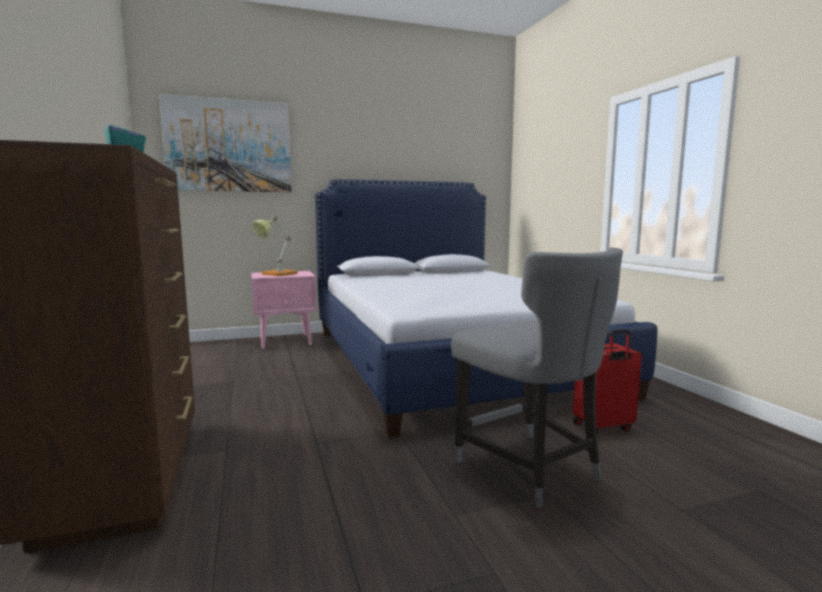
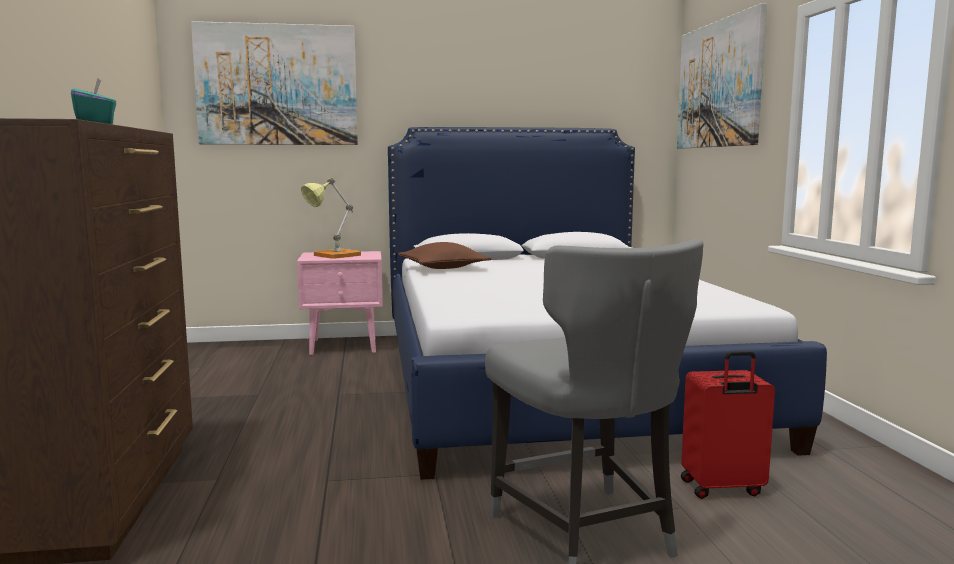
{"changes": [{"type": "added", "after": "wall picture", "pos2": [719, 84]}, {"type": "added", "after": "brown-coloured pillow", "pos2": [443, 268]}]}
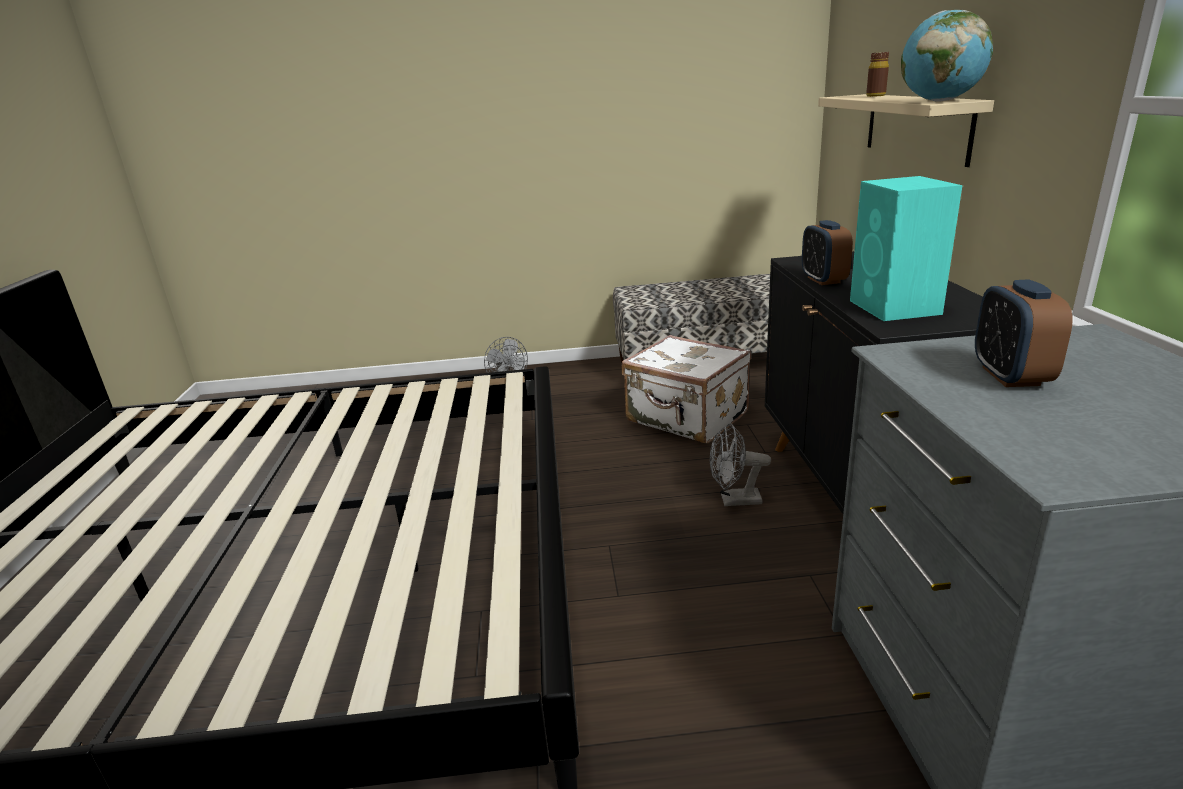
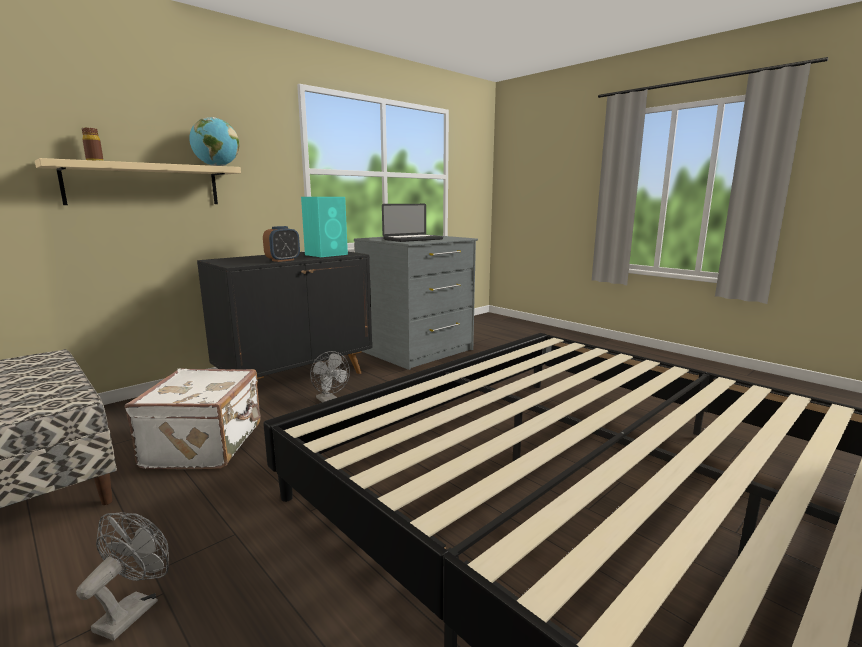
{"changes": [{"type": "replaced", "before": "table clock", "after": "laptop", "pos1": [1010, 376], "pos2": [413, 239]}]}
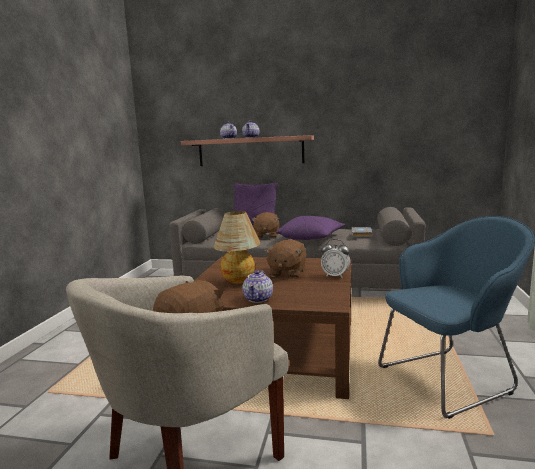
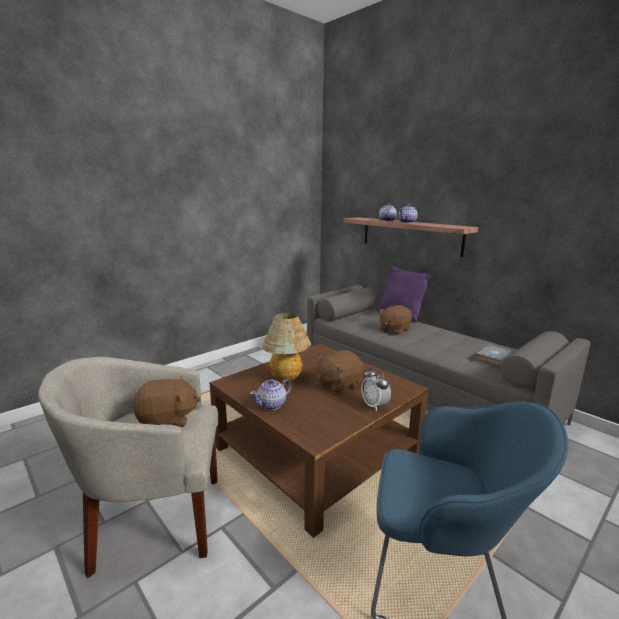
{"changes": [{"type": "removed", "before": "purple-coloured pillow", "pos1": [311, 238]}]}
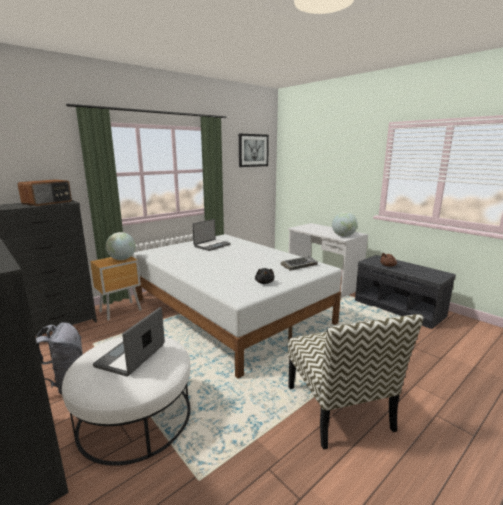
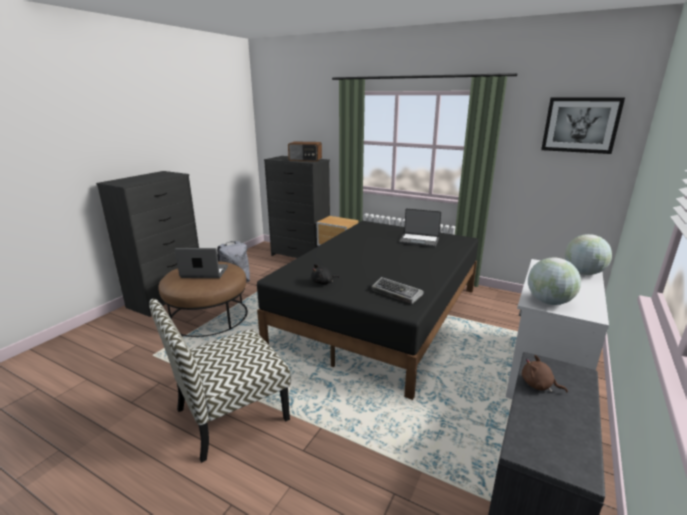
{"changes": [{"type": "moved", "before": "desk globe", "pos1": [122, 259], "pos2": [583, 273]}, {"type": "recoloured", "before": "white bedroom bed", "after": "black bedroom bed", "pos1": [230, 311], "pos2": [380, 315]}, {"type": "recoloured", "before": "white footrest", "after": "brown-coloured footrest", "pos1": [135, 416], "pos2": [208, 316]}]}
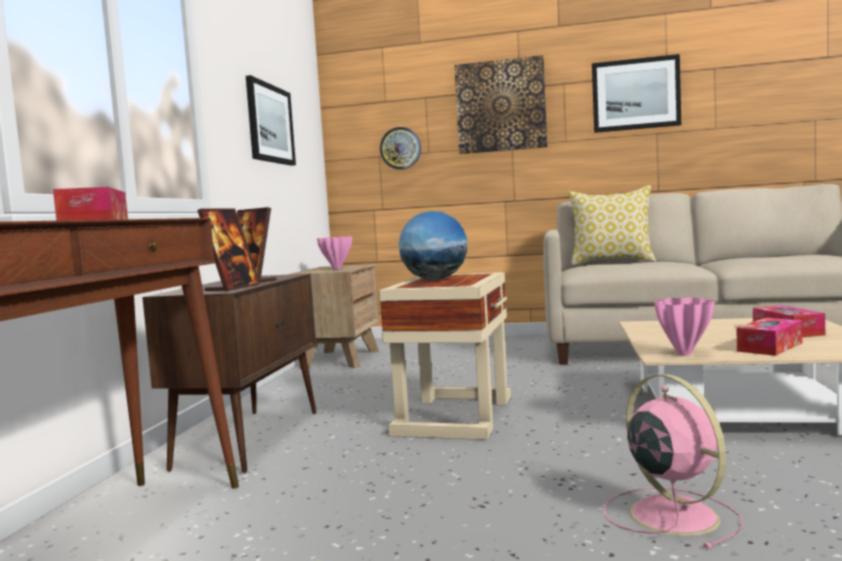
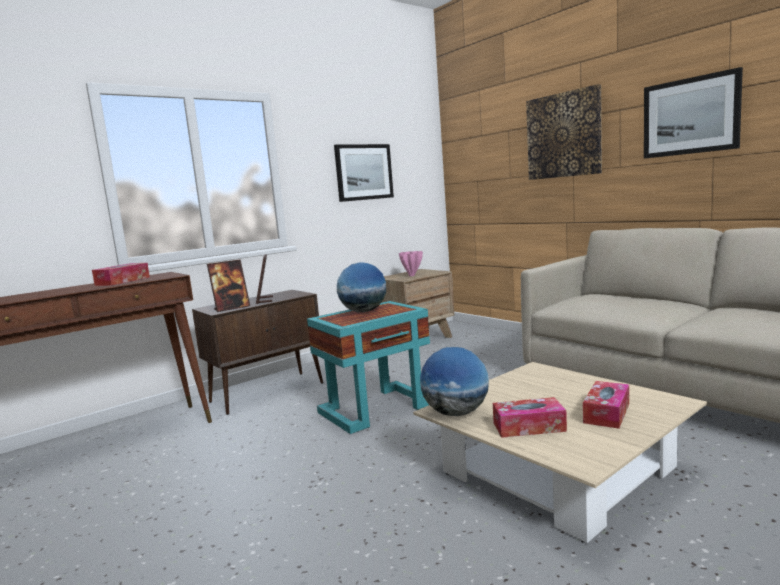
{"changes": [{"type": "removed", "before": "wall clock", "pos1": [400, 148]}, {"type": "removed", "before": "pillow", "pos1": [612, 262]}, {"type": "recoloured", "before": "beige side table", "after": "turquoise-coloured side table", "pos1": [455, 414], "pos2": [377, 408]}, {"type": "replaced", "before": "pink-coloured vase", "after": "desk globe", "pos1": [685, 354], "pos2": [456, 413]}, {"type": "removed", "before": "pink-coloured cooling fan", "pos1": [670, 514]}]}
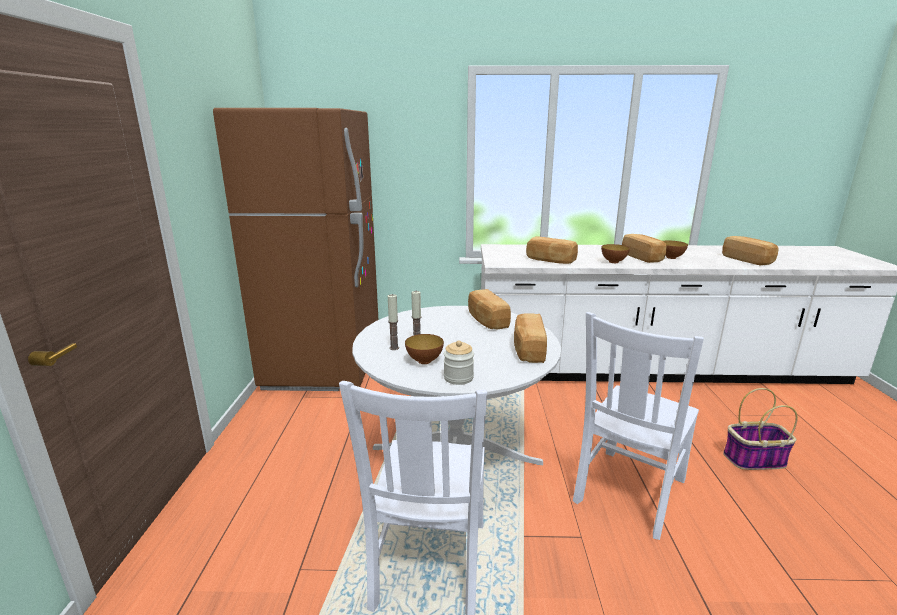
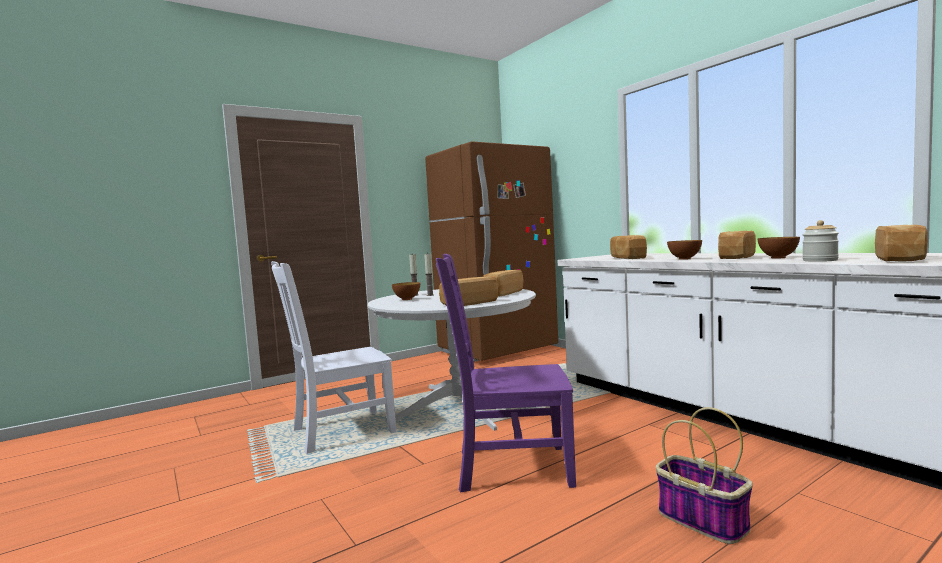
{"changes": [{"type": "recoloured", "before": "white upright chair", "after": "purple-coloured upright chair", "pos1": [628, 493], "pos2": [509, 467]}, {"type": "moved", "before": "jar", "pos1": [458, 378], "pos2": [820, 260]}]}
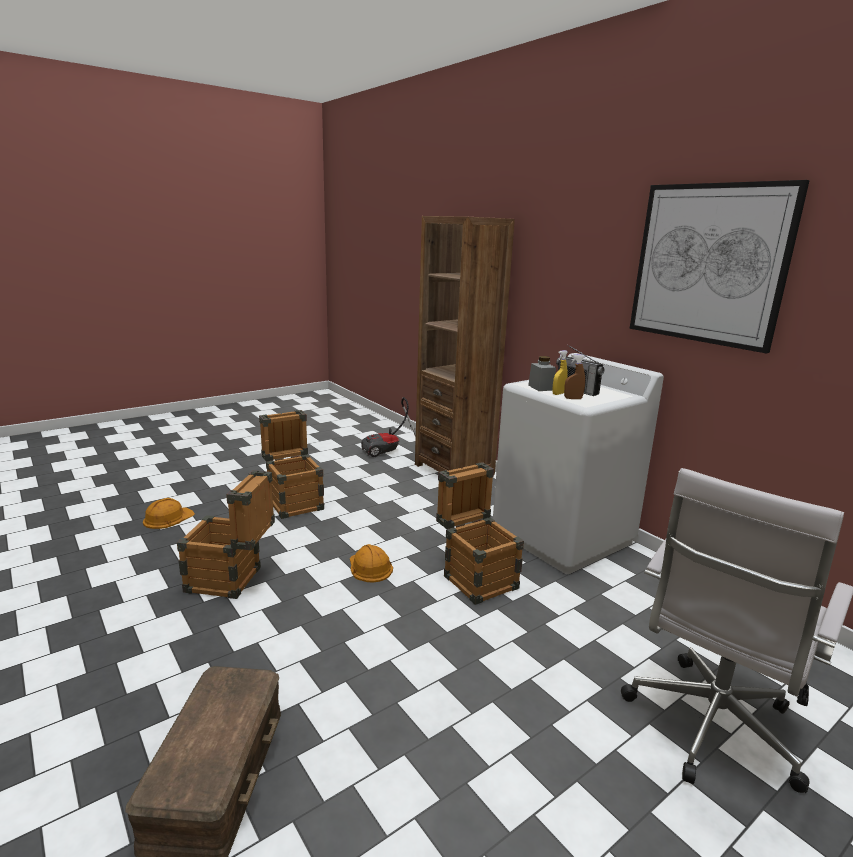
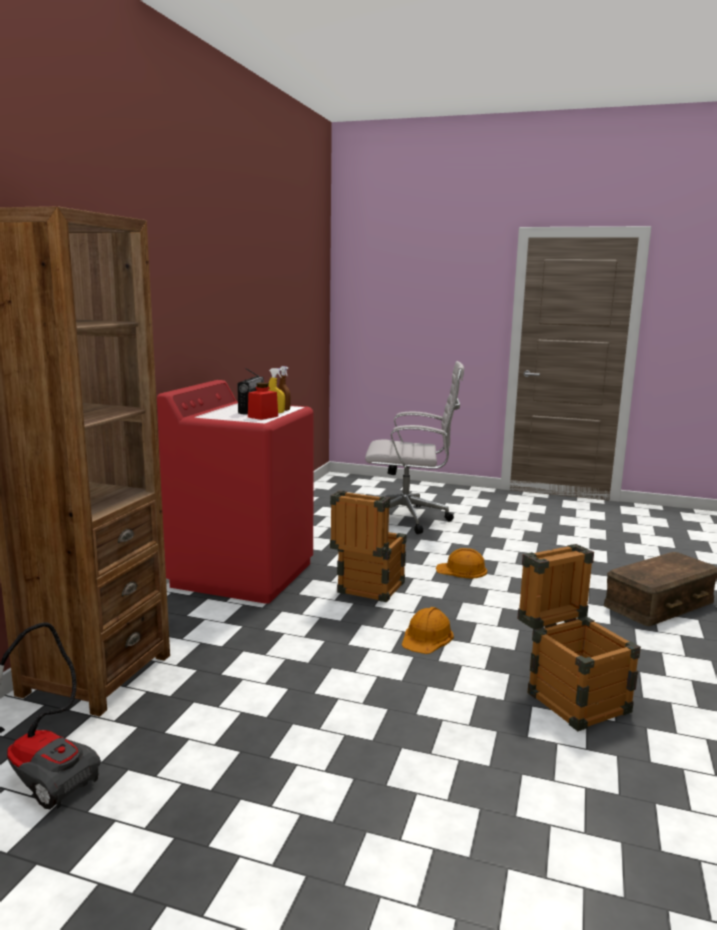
{"changes": [{"type": "removed", "before": "wall picture", "pos1": [708, 264]}, {"type": "recoloured", "before": "white laundry appliance", "after": "red laundry appliance", "pos1": [562, 537], "pos2": [243, 574]}, {"type": "recoloured", "before": "greyish jar", "after": "red jar", "pos1": [541, 387], "pos2": [263, 417]}, {"type": "removed", "before": "packing crate", "pos1": [294, 502]}, {"type": "moved", "before": "orange hard hat", "pos1": [168, 518], "pos2": [462, 570]}]}
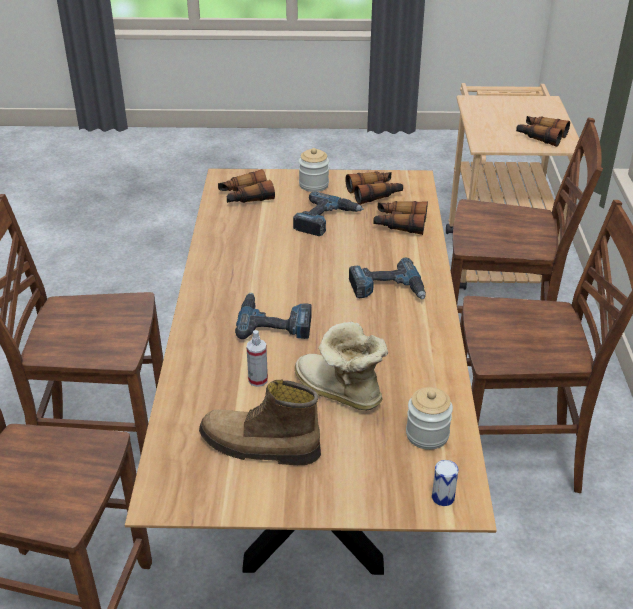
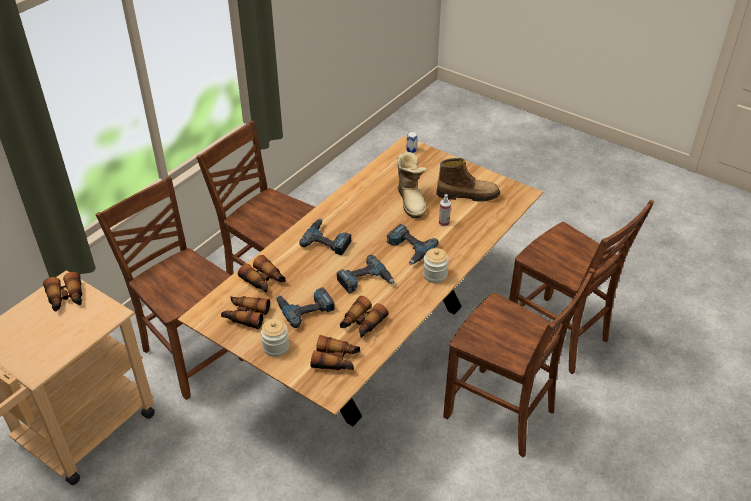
{"changes": [{"type": "turned", "before": "boot", "pos1": [259, 447], "pos2": [467, 195], "turn": -45}, {"type": "moved", "before": "jar", "pos1": [427, 435], "pos2": [435, 275]}, {"type": "added", "after": "power drill", "pos2": [365, 281]}, {"type": "added", "after": "pair of binoculars", "pos2": [362, 324]}]}
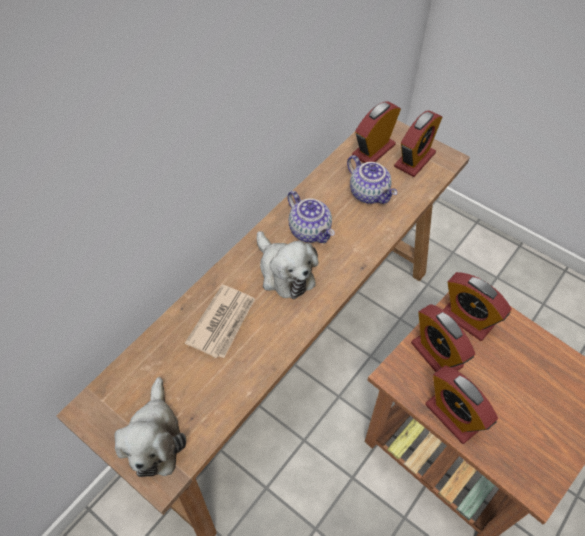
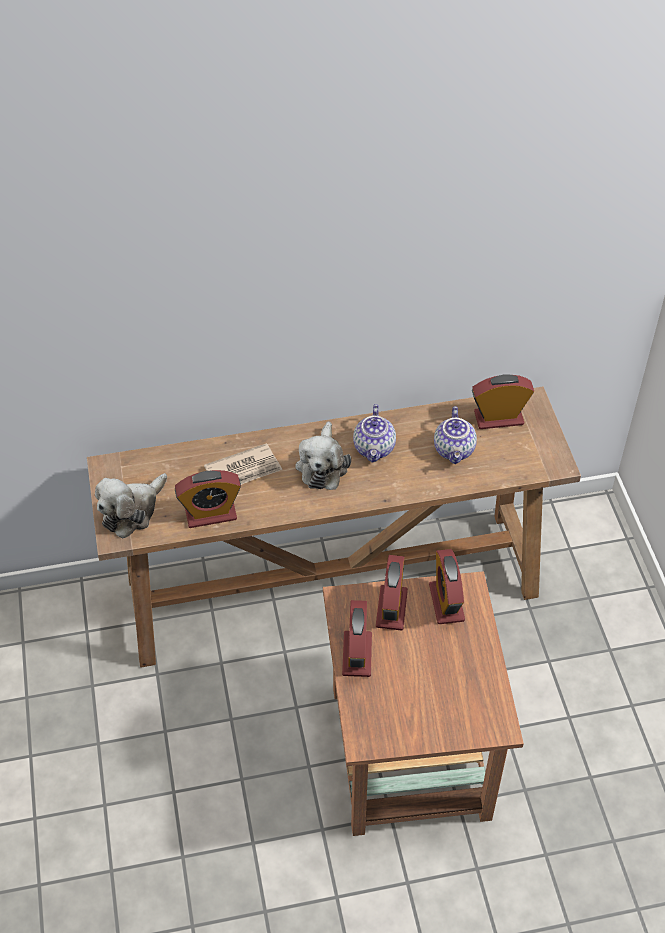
{"changes": [{"type": "moved", "before": "table clock", "pos1": [414, 160], "pos2": [211, 514]}]}
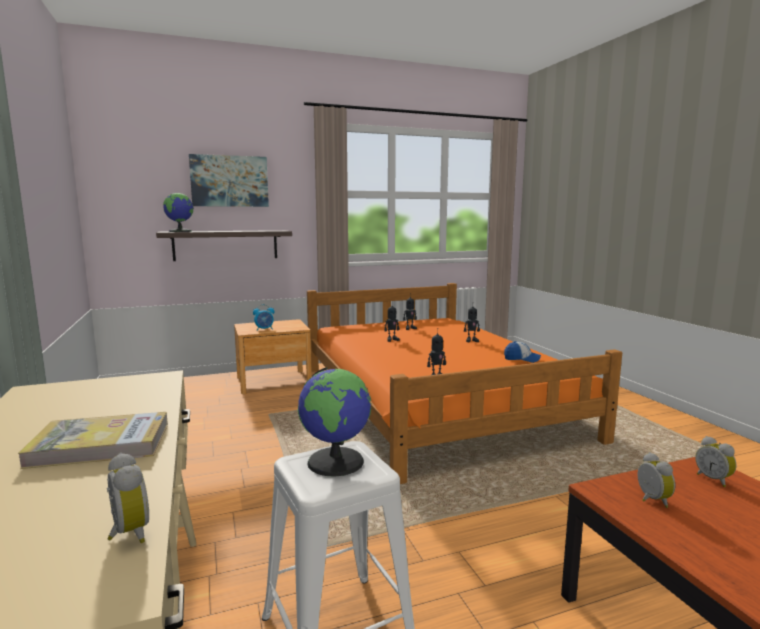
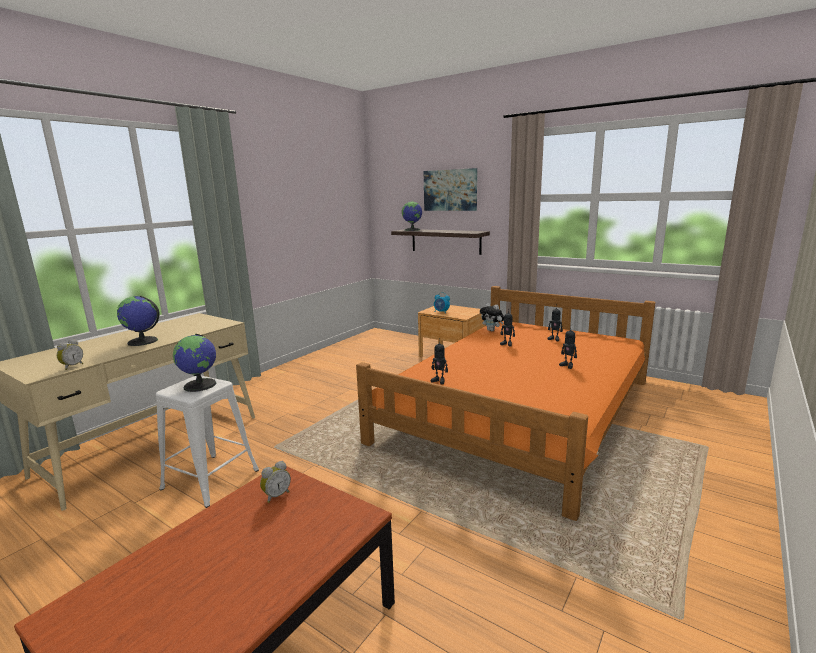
{"changes": [{"type": "removed", "before": "baseball cap", "pos1": [522, 359]}, {"type": "replaced", "before": "book", "after": "desk globe", "pos1": [101, 444], "pos2": [142, 341]}, {"type": "removed", "before": "table clock", "pos1": [714, 479]}, {"type": "added", "after": "cuddly toy", "pos2": [492, 330]}]}
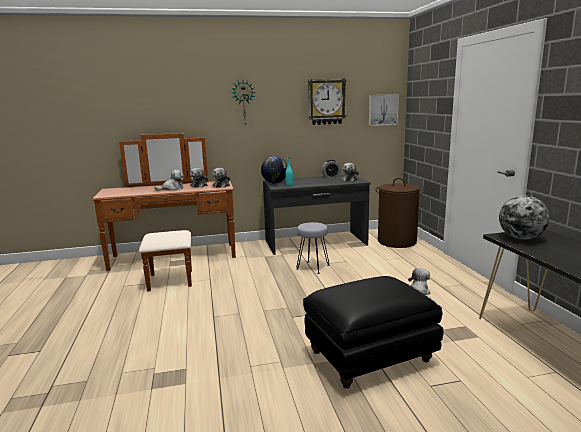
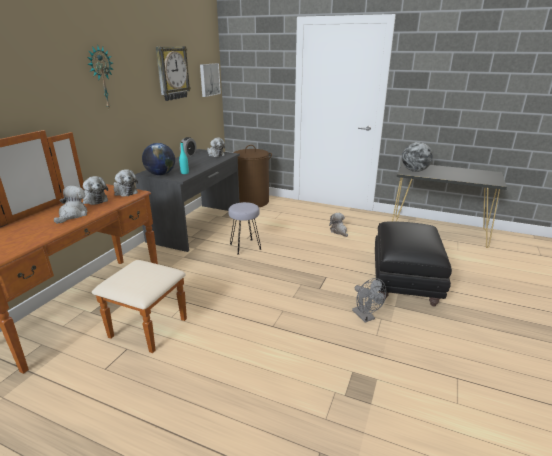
{"changes": [{"type": "added", "after": "greyish cooling fan", "pos2": [366, 317]}]}
